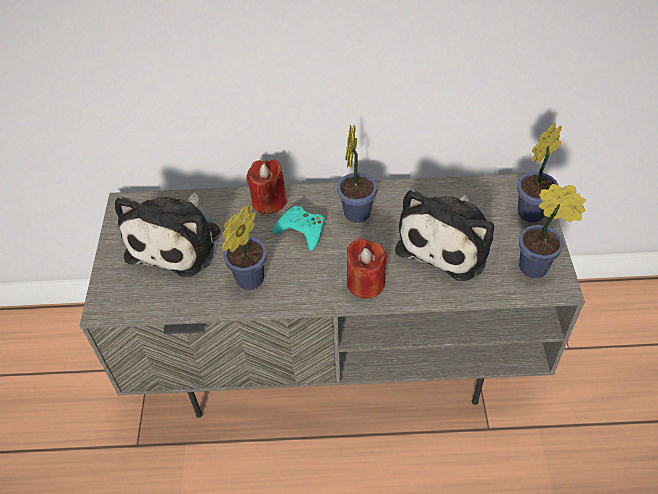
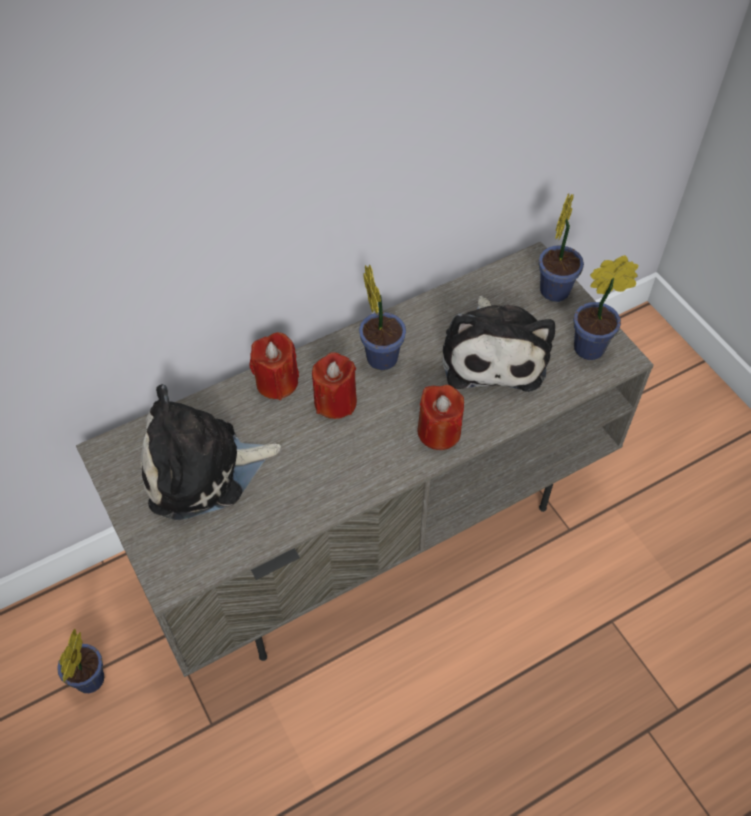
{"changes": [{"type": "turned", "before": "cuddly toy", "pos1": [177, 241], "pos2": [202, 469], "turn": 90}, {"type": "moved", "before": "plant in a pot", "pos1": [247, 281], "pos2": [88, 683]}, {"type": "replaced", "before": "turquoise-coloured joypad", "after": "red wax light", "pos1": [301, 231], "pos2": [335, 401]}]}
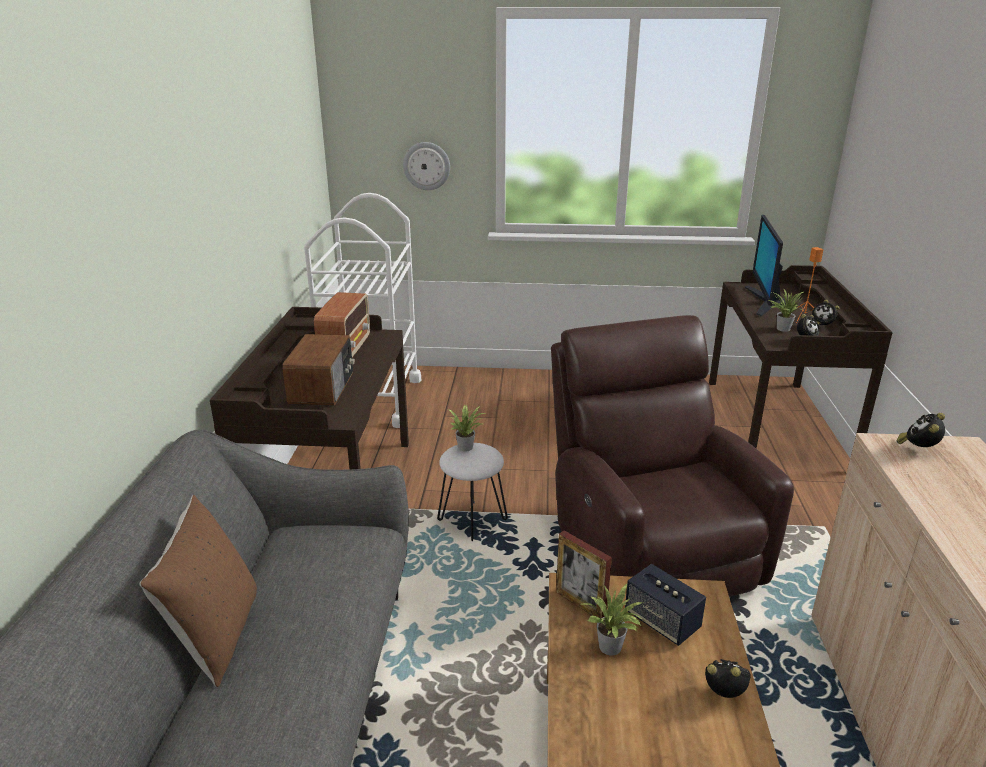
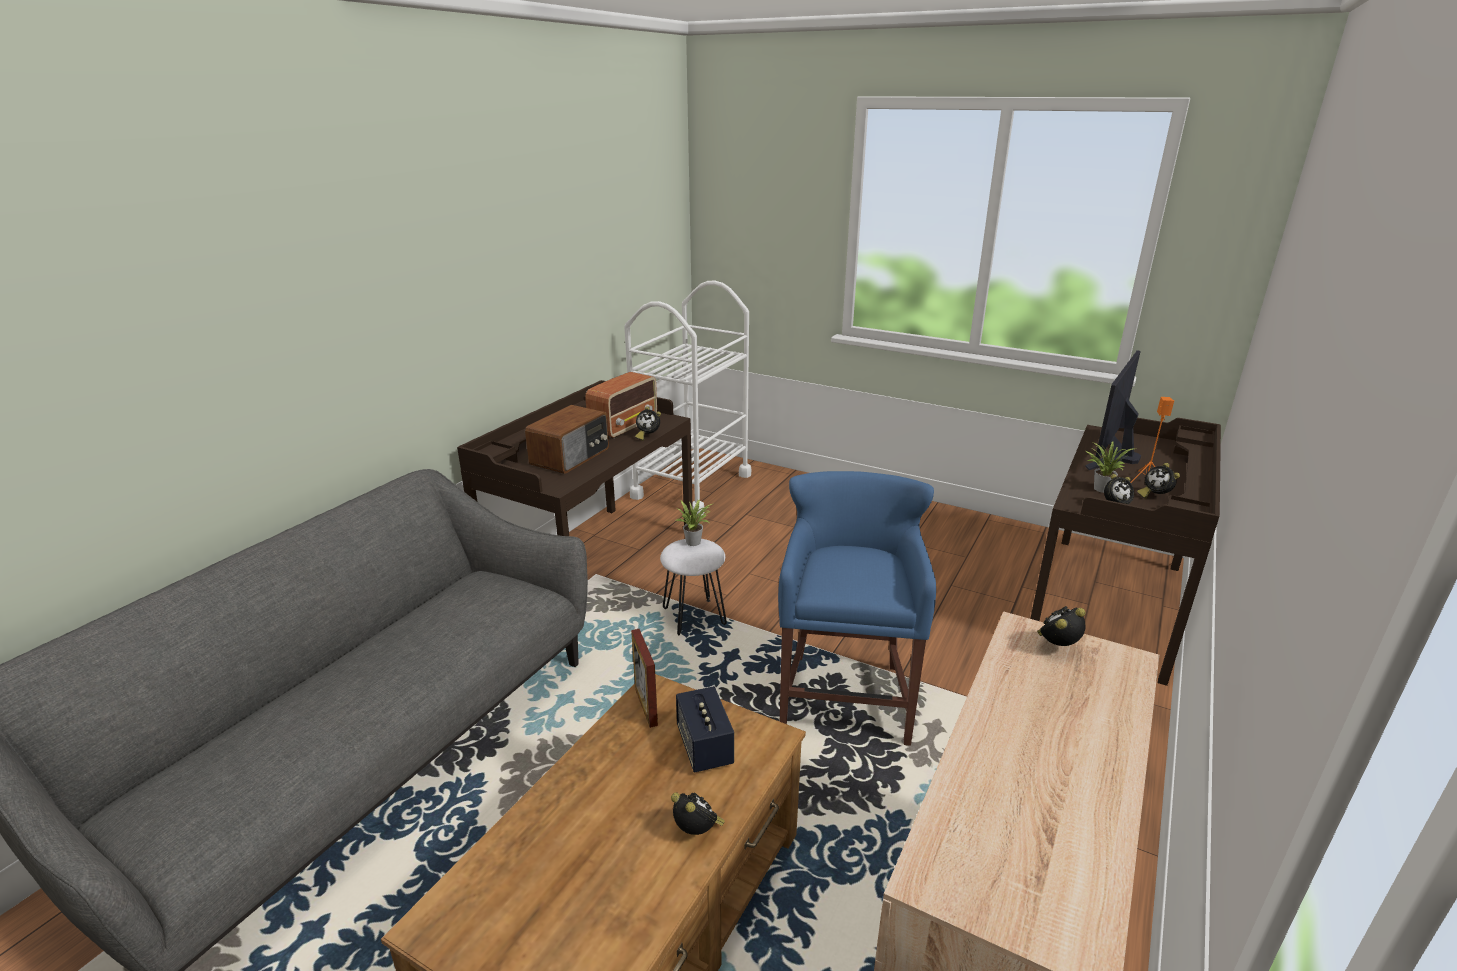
{"changes": [{"type": "removed", "before": "wall clock", "pos1": [426, 166]}, {"type": "replaced", "before": "brown-coloured easy chair", "after": "blue-coloured stool seat", "pos1": [650, 550], "pos2": [845, 695]}, {"type": "removed", "before": "brown-coloured pillow", "pos1": [216, 635]}, {"type": "removed", "before": "plant in a pot", "pos1": [611, 649]}, {"type": "added", "after": "table clock", "pos2": [647, 436]}]}
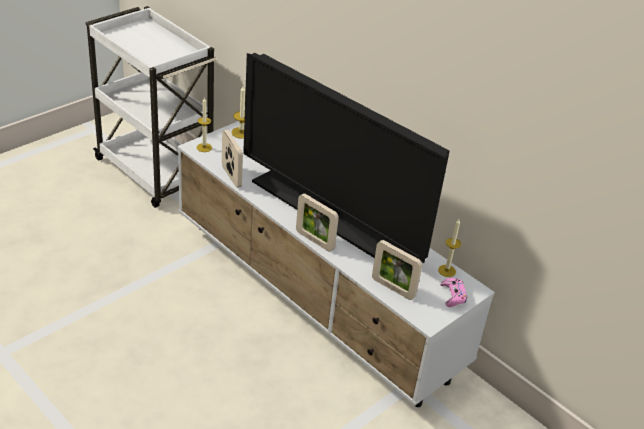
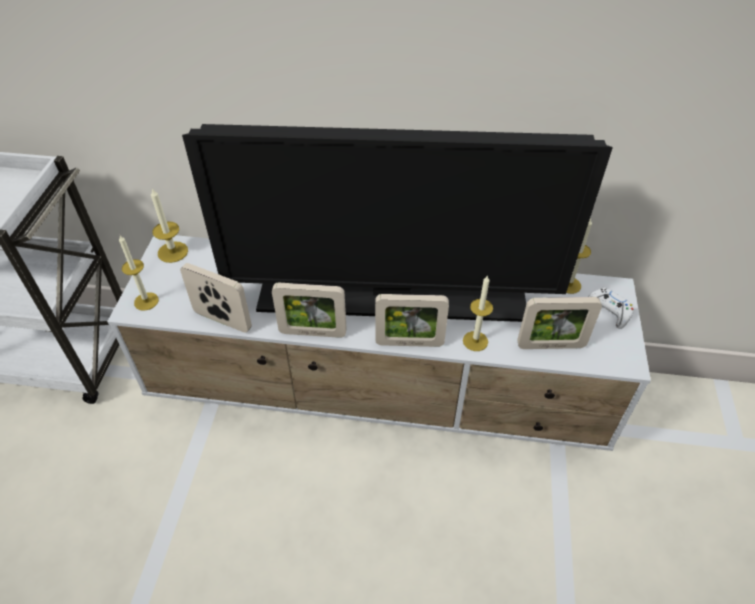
{"changes": [{"type": "recoloured", "before": "pink-coloured joypad", "after": "white joypad", "pos1": [453, 295], "pos2": [608, 311]}, {"type": "added", "after": "wax light", "pos2": [475, 341]}, {"type": "added", "after": "standing frame", "pos2": [312, 333]}]}
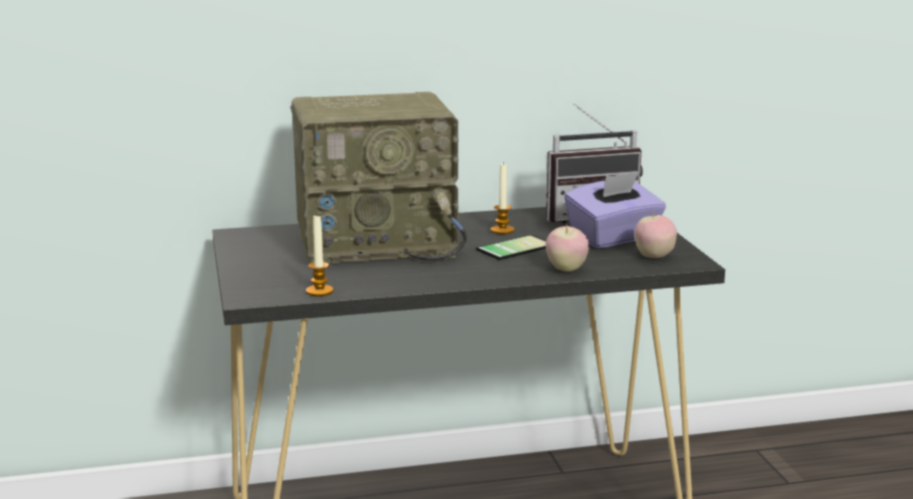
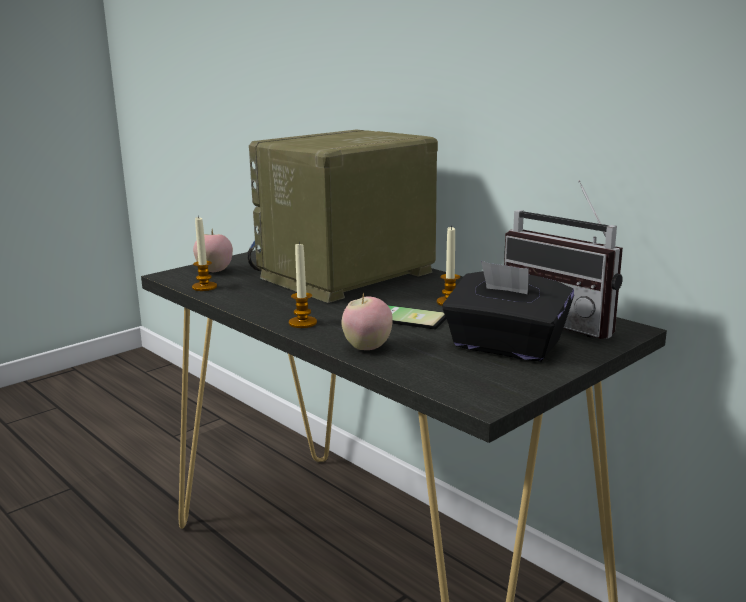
{"changes": [{"type": "turned", "before": "radio", "pos1": [378, 243], "pos2": [345, 276], "turn": 90}, {"type": "recoloured", "before": "purple-coloured tissue holder", "after": "black tissue holder", "pos1": [614, 238], "pos2": [505, 347]}, {"type": "moved", "before": "apple", "pos1": [654, 257], "pos2": [214, 271]}, {"type": "added", "after": "wax light", "pos2": [302, 323]}]}
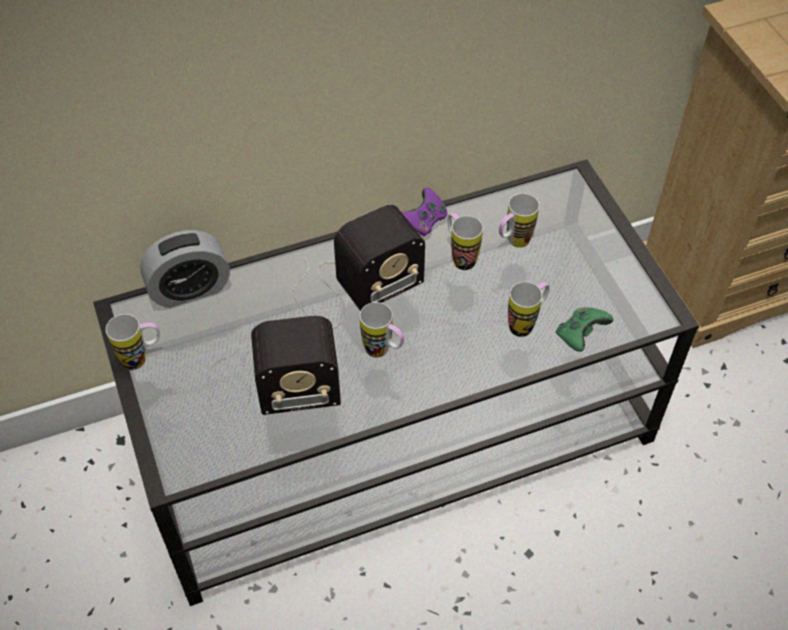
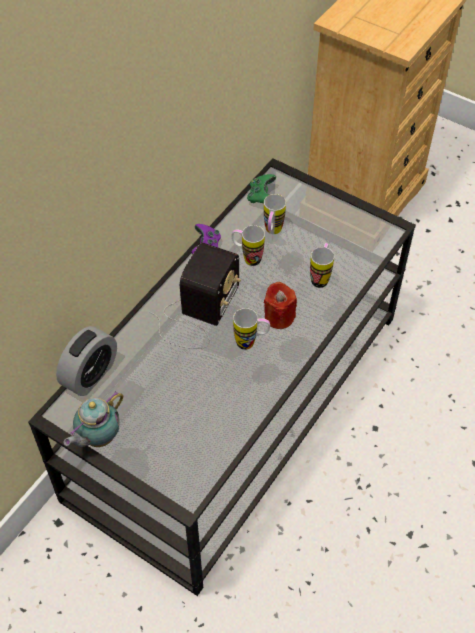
{"changes": [{"type": "moved", "before": "green joypad", "pos1": [580, 335], "pos2": [261, 196]}, {"type": "replaced", "before": "tea mug", "after": "teapot", "pos1": [142, 358], "pos2": [98, 438]}, {"type": "removed", "before": "radio", "pos1": [268, 385]}, {"type": "added", "after": "red wax light", "pos2": [279, 317]}]}
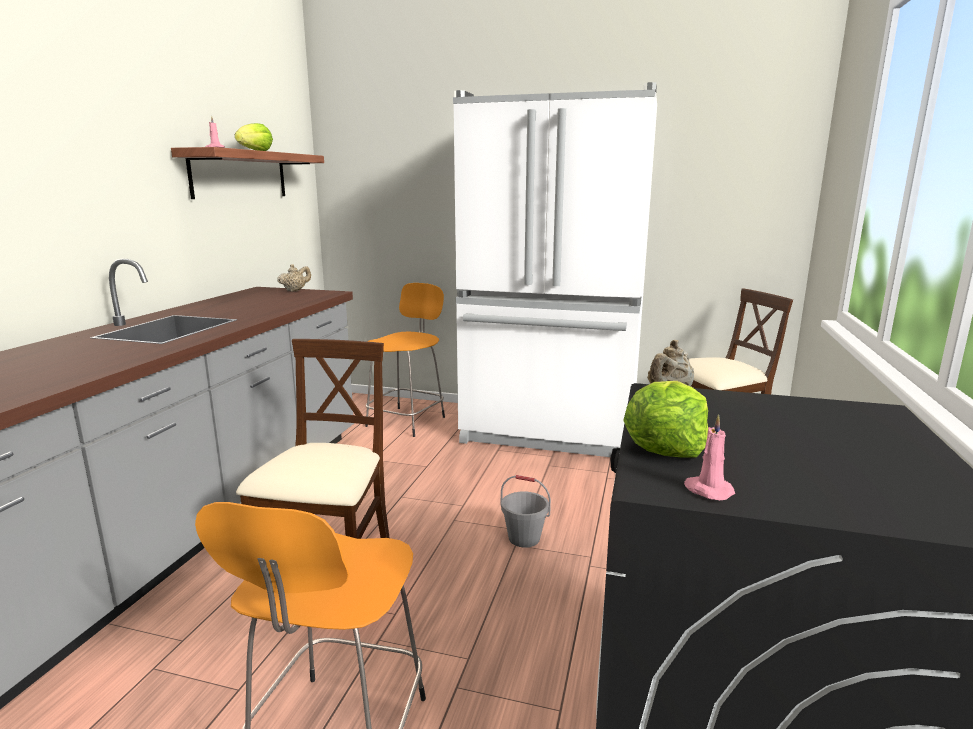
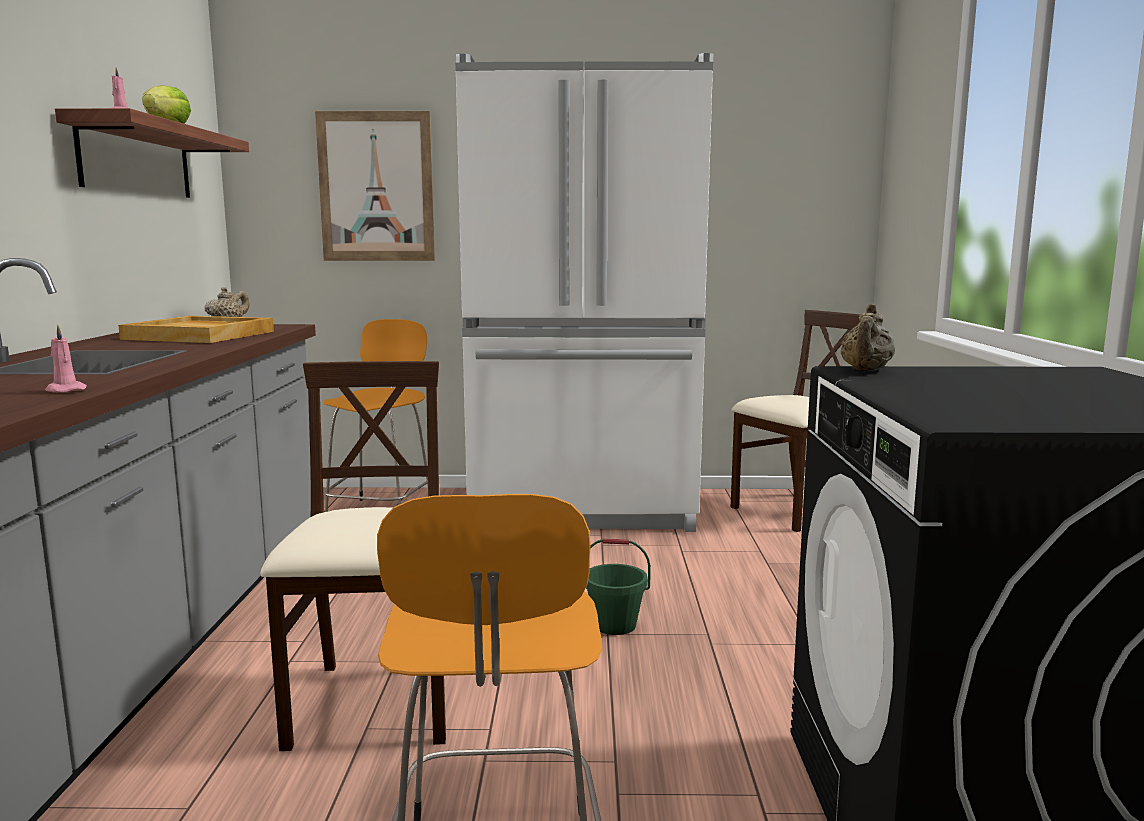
{"changes": [{"type": "removed", "before": "lettuce", "pos1": [665, 445]}, {"type": "moved", "before": "pink-coloured wax light", "pos1": [707, 490], "pos2": [64, 390]}, {"type": "recoloured", "before": "greyish bucket", "after": "green bucket", "pos1": [524, 538], "pos2": [615, 625]}, {"type": "added", "after": "wall picture", "pos2": [376, 187]}, {"type": "added", "after": "beige tray", "pos2": [201, 335]}]}
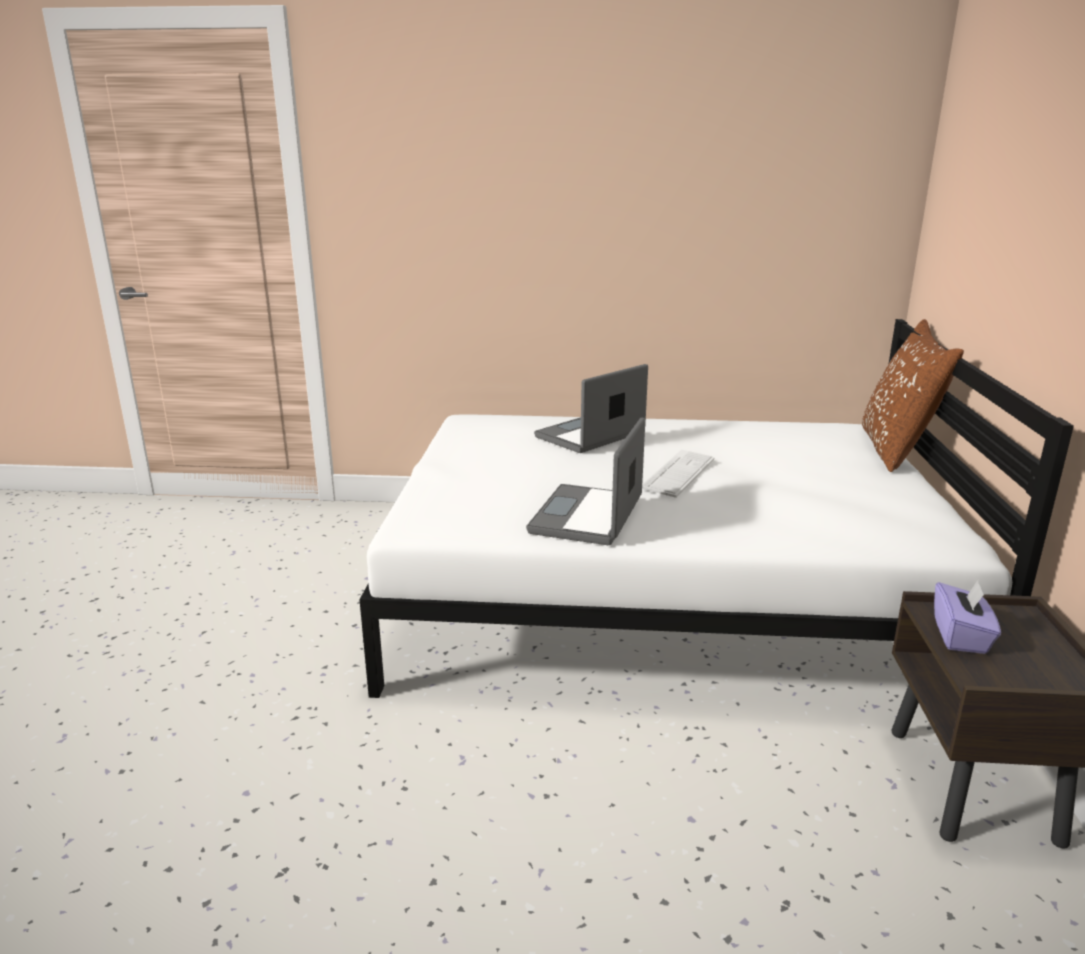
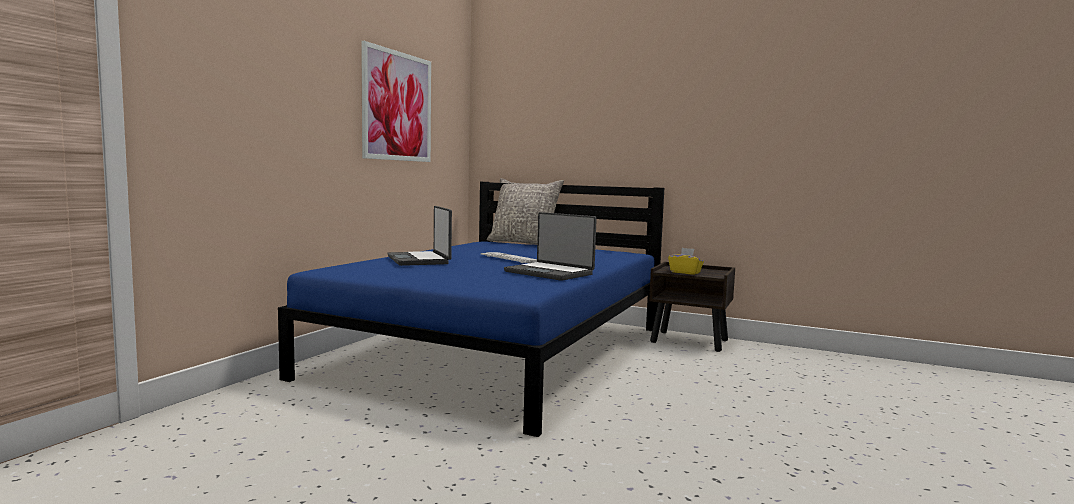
{"changes": [{"type": "recoloured", "before": "white bedroom bed", "after": "blue-coloured bedroom bed", "pos1": [662, 599], "pos2": [500, 351]}, {"type": "recoloured", "before": "brown-coloured pillow", "after": "greyish pillow", "pos1": [896, 450], "pos2": [523, 243]}, {"type": "recoloured", "before": "purple-coloured tissue holder", "after": "yellow-coloured tissue holder", "pos1": [961, 636], "pos2": [685, 272]}, {"type": "added", "after": "wall picture", "pos2": [397, 106]}]}
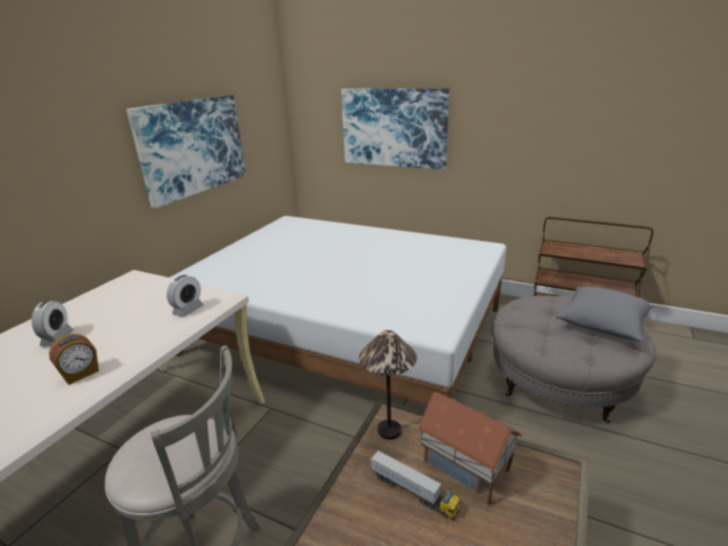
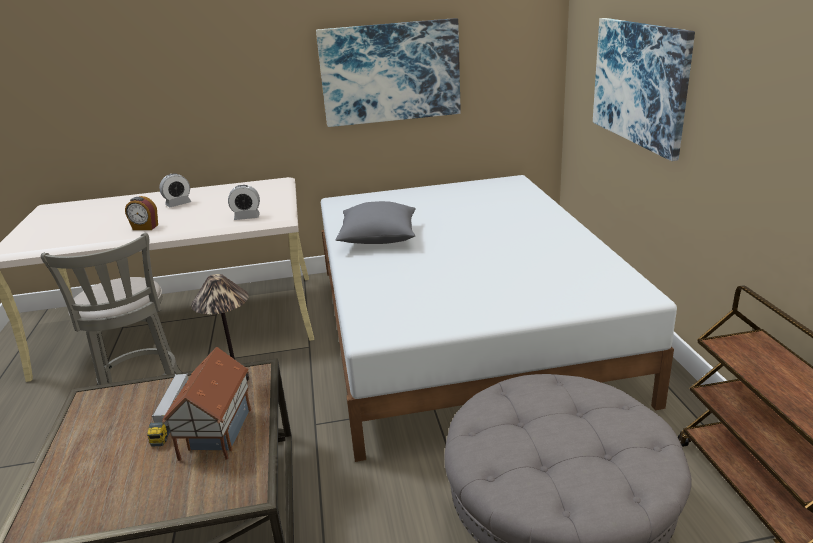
{"changes": [{"type": "moved", "before": "greyish pillow", "pos1": [602, 325], "pos2": [378, 239]}]}
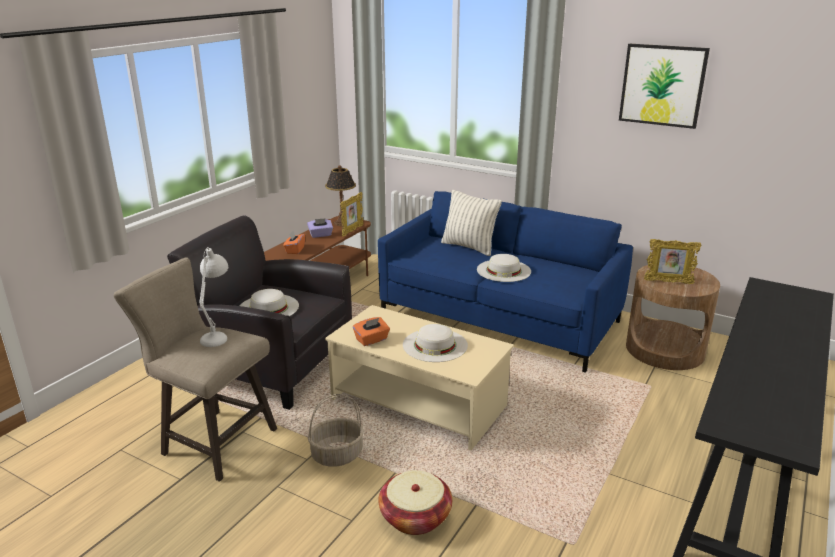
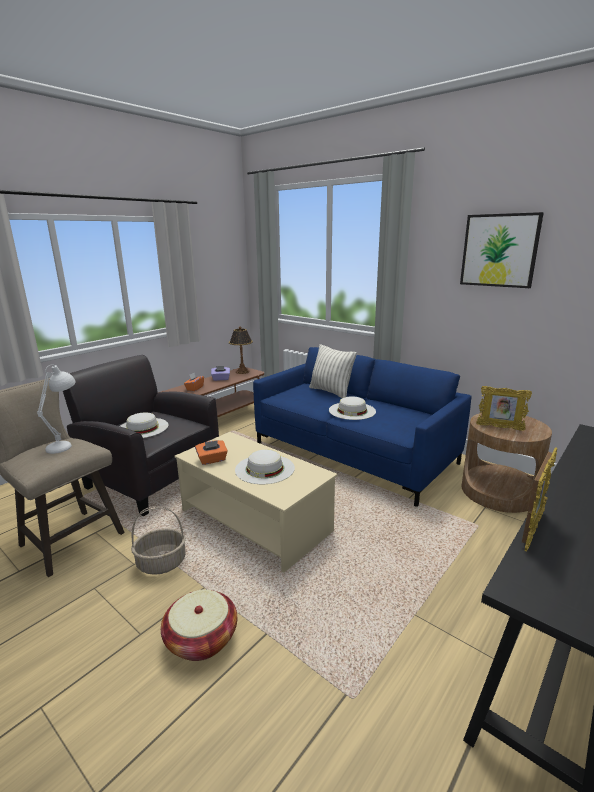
{"changes": [{"type": "moved", "before": "standing frame", "pos1": [352, 231], "pos2": [532, 530]}]}
